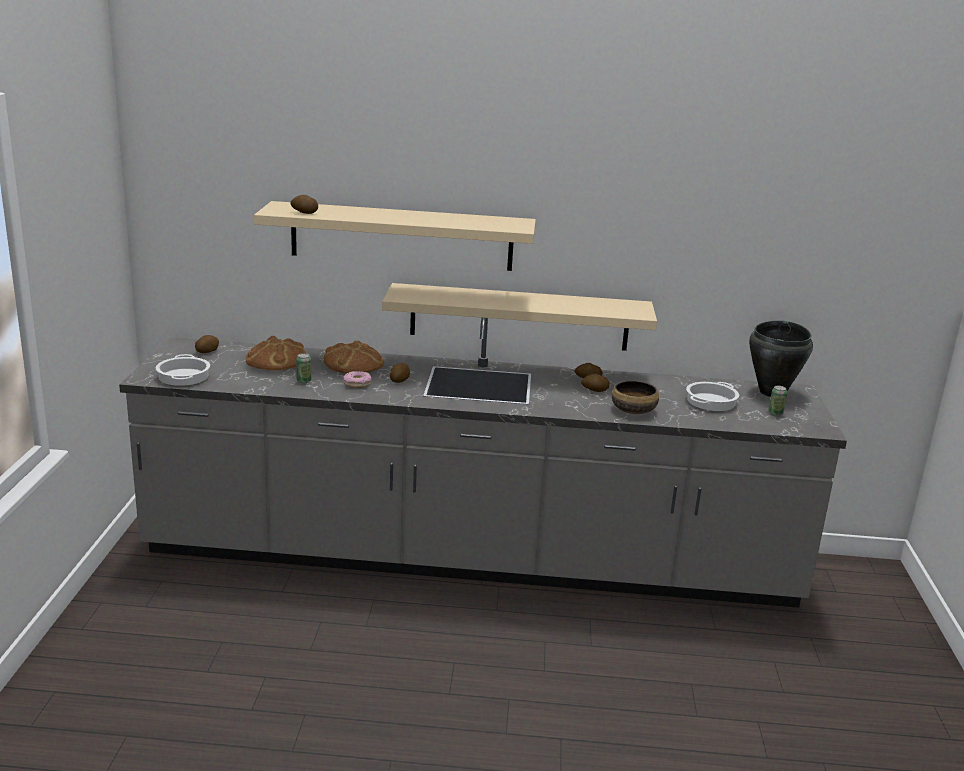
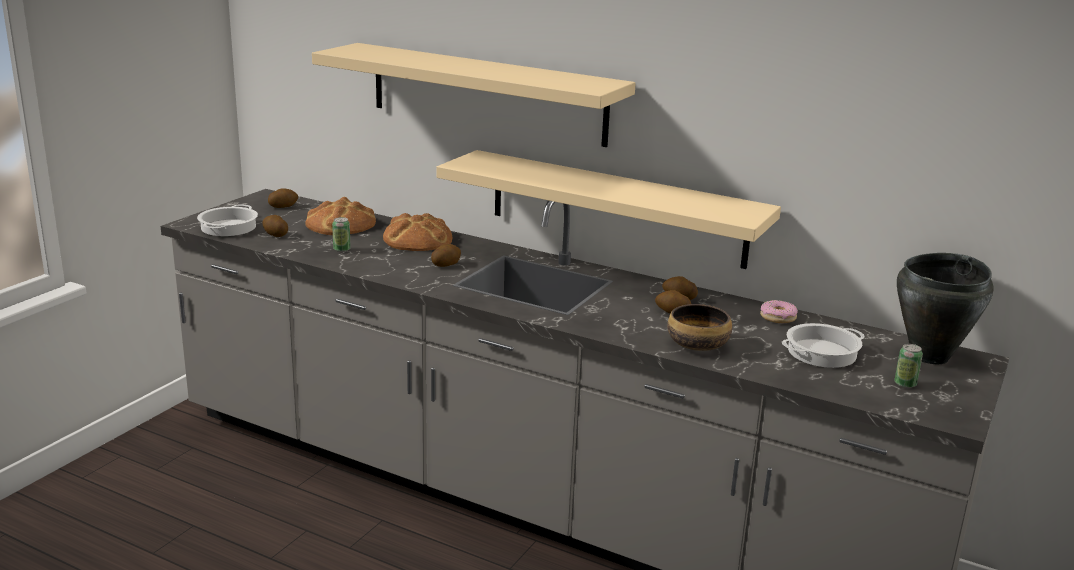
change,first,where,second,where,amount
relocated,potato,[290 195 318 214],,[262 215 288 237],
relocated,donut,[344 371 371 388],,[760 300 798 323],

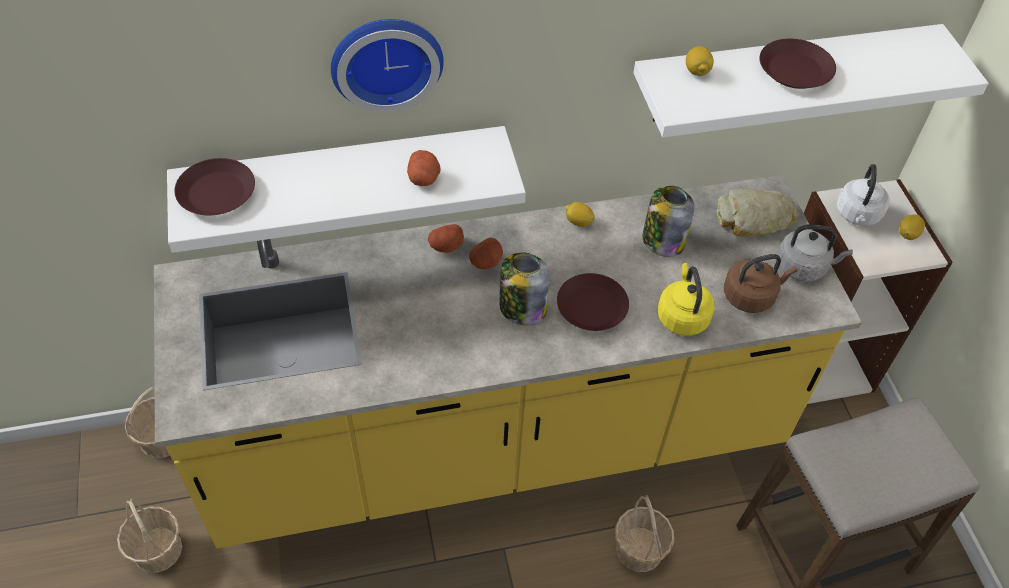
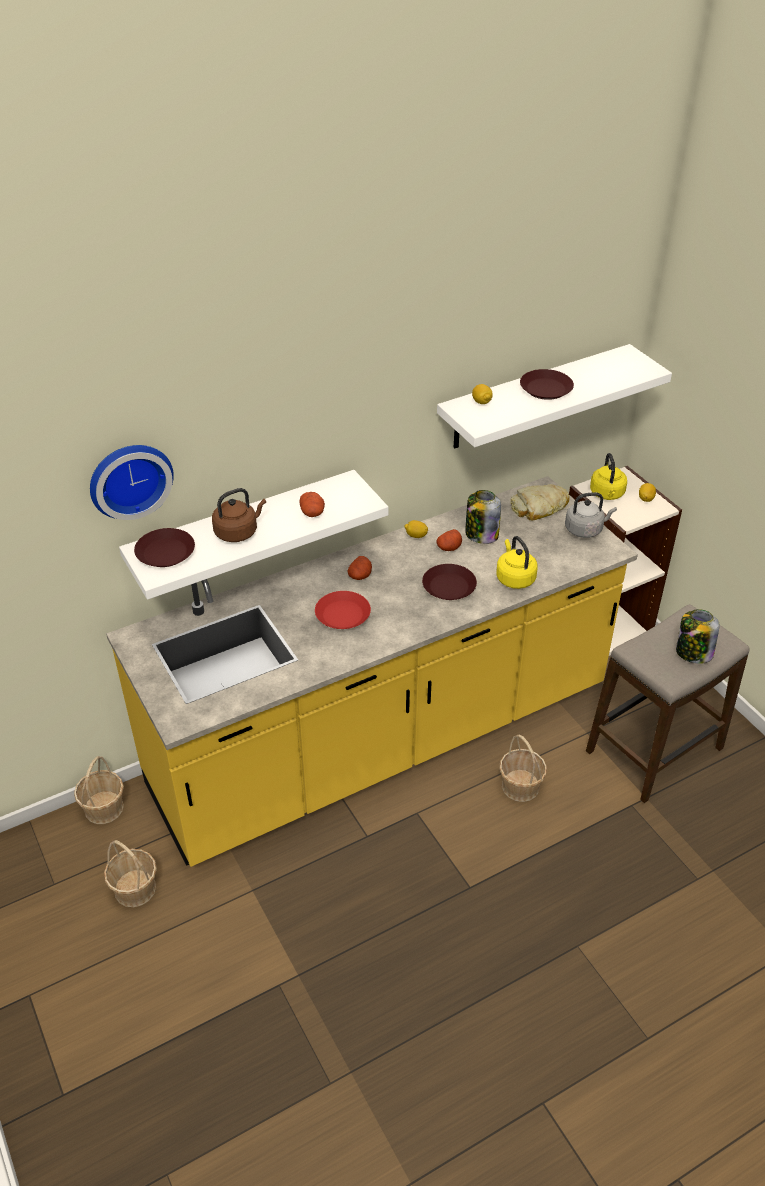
change,first,where,second,where,amount
relocated,wall clock,[331 19 444 113],,[90 445 174 520],
colour,white kettle,[837 164 890 226],yellow kettle,[590 453 627 500],
relocated,potato,[428 224 464 253],,[436 529 462 551],
relocated,jar,[500 252 549 326],,[676 609 720 664],
relocated,brown kettle,[724 254 797 313],,[212 488 266 542],
appeared,,,red plate,[315 591 371 629],

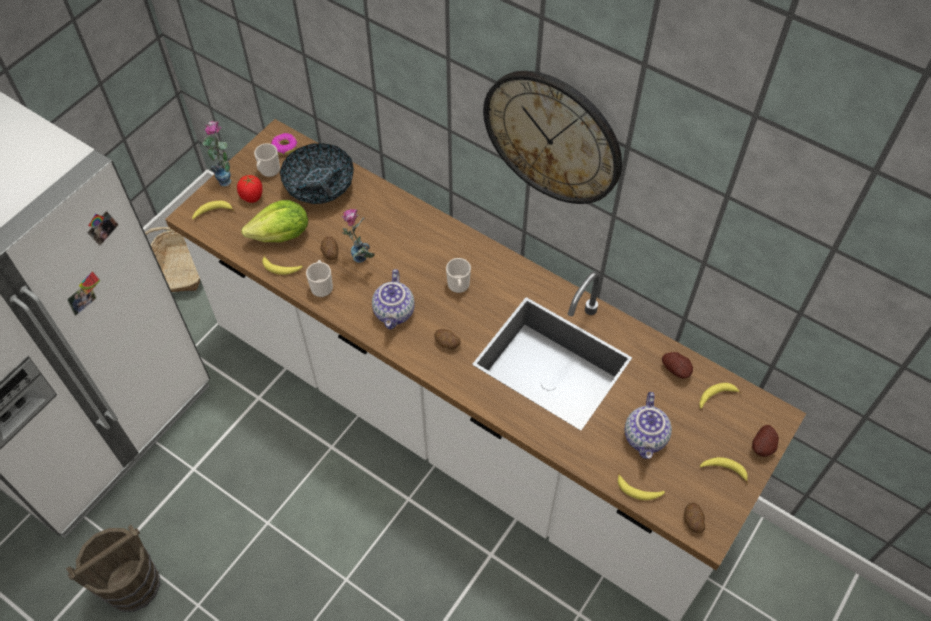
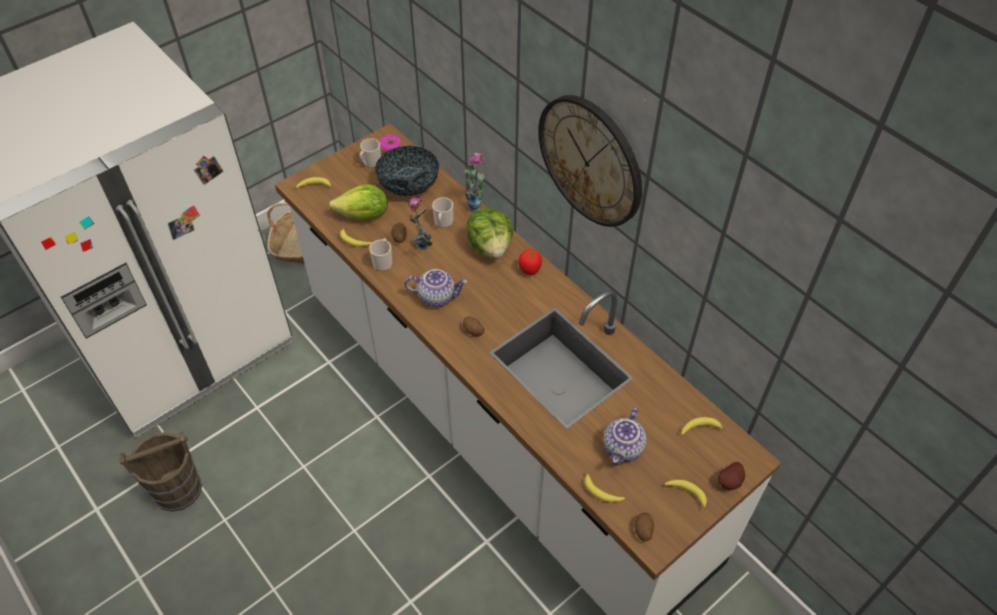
change,first,where,second,where,amount
relocated,vase,[202 121 232 186],,[465 152 485 213],
relocated,tomato,[237 175 263 203],,[518 249 542 275],
relocated,mug,[446 258 471 293],,[432 197 453 228],
spun,teapot,[372 269 415 329],,[405 269 468 307],105 degrees counterclockwise
missing,potato,[662 352 693 379],,,
appeared,,,lettuce,[466 208 513 258],

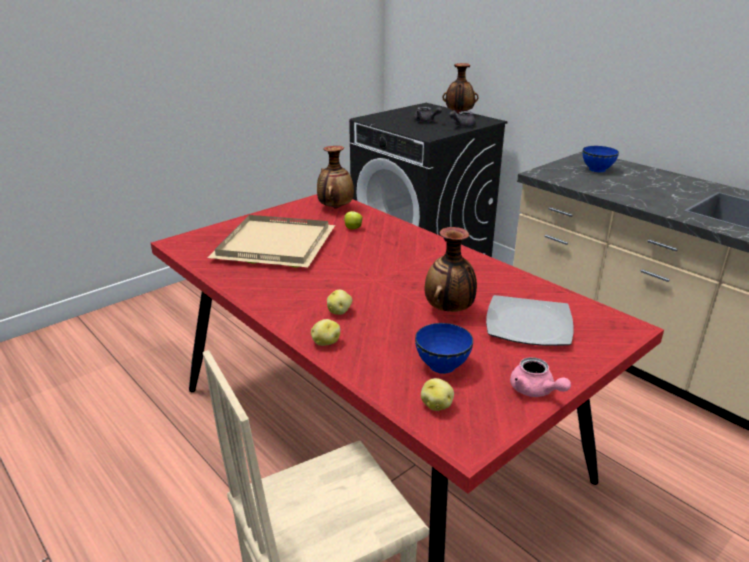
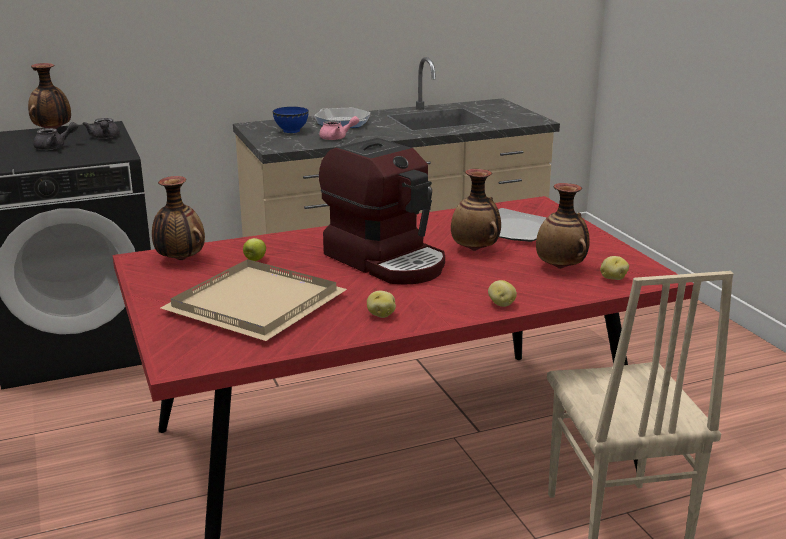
change,first,where,second,where,amount
relocated,potato,[327 290 352 315],,[367 291 396 318],
exchanged,blue bowl,[415 323 473 374],vase,[536 183 590 269],
relocated,pink teapot,[510 357 571 397],,[319 116 359 140],
appeared,,,frying pan,[314 108 371 128],
appeared,,,coffee machine,[319 138 445 285],

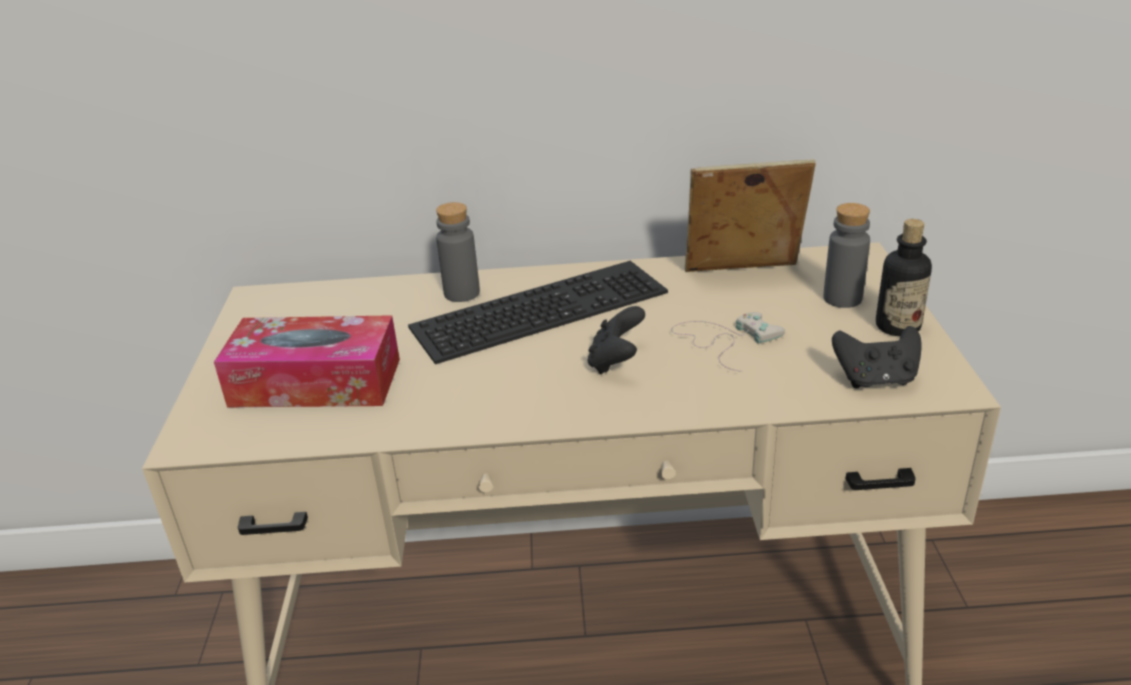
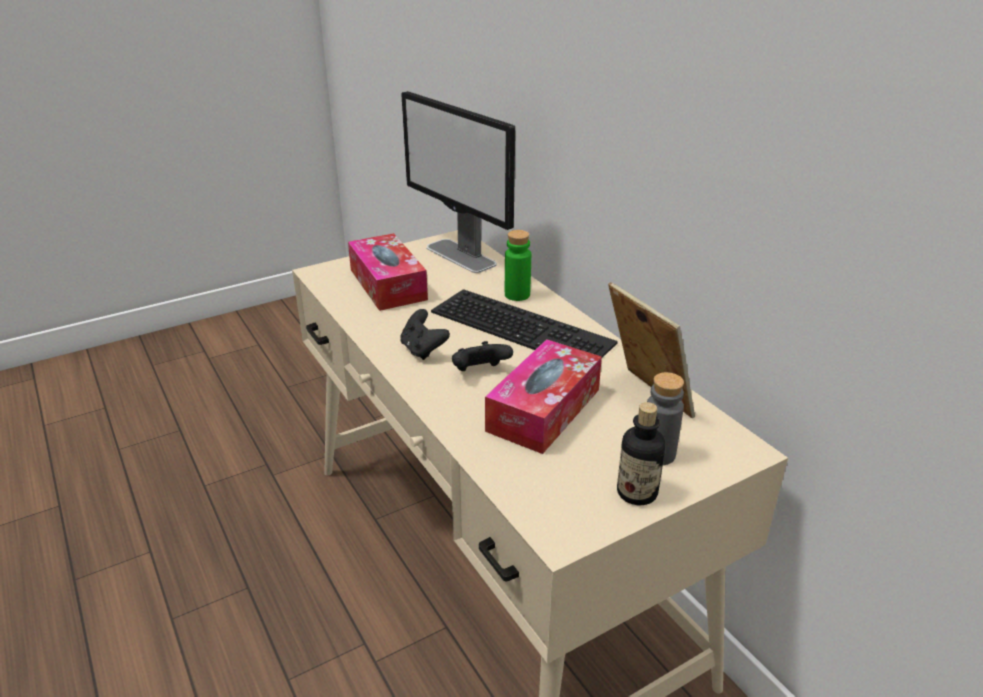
change,first,where,second,where,amount
colour,grey bottle,[436 202 480 302],green bottle,[505 230 531 301],
exchanged,white game controller,[671 312 785 372],tissue box,[485 339 602 454],
relocated,black game controller,[832 326 922 388],,[400 309 450 360],
appeared,,,monitor,[401 91 515 273],

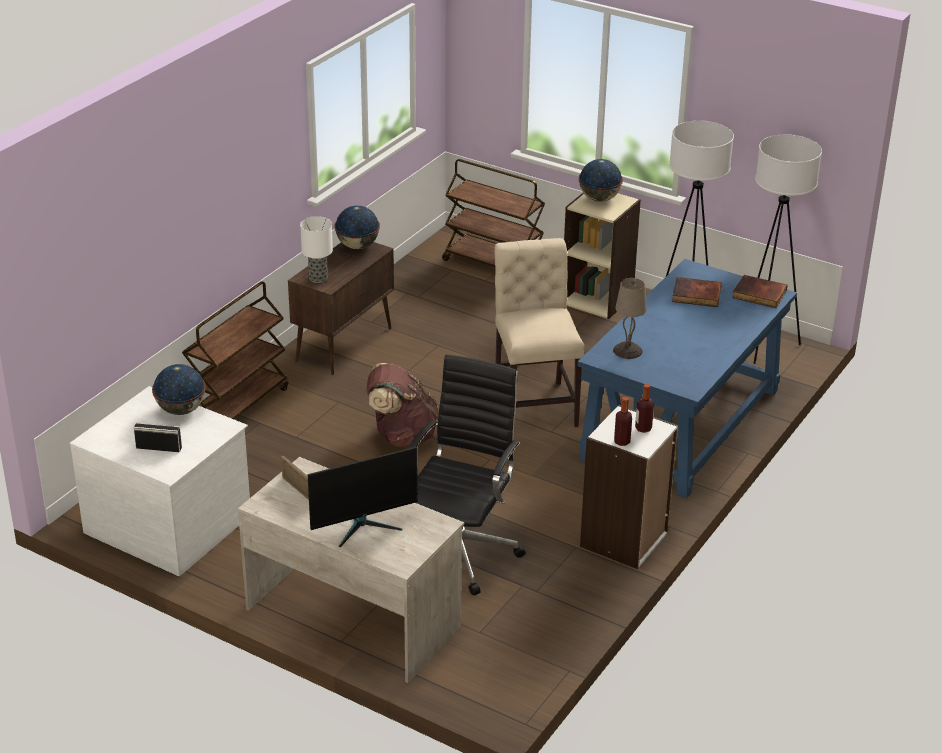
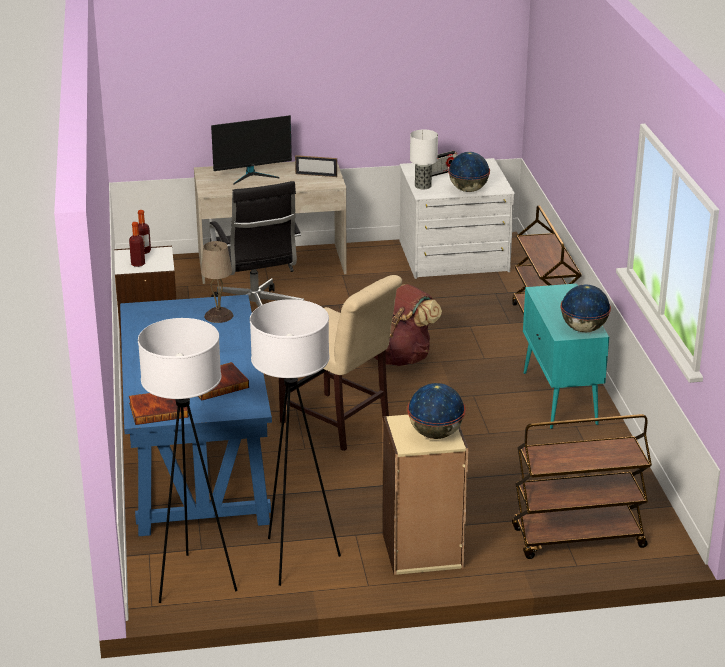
change,first,where,second,where,amount
relocated,table lamp,[300 216 333 283],,[410 130 438 189],
colour,brown cabinet,[288 242 394 375],turquoise cabinet,[523 284 609 429],
spun,monitor,[308 447 418 547],,[211 115 292 184],135 degrees counterclockwise

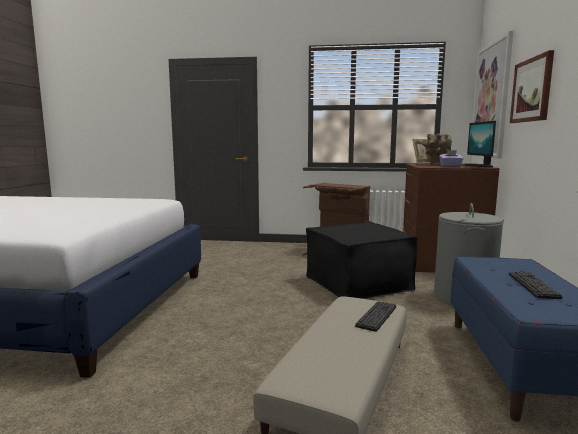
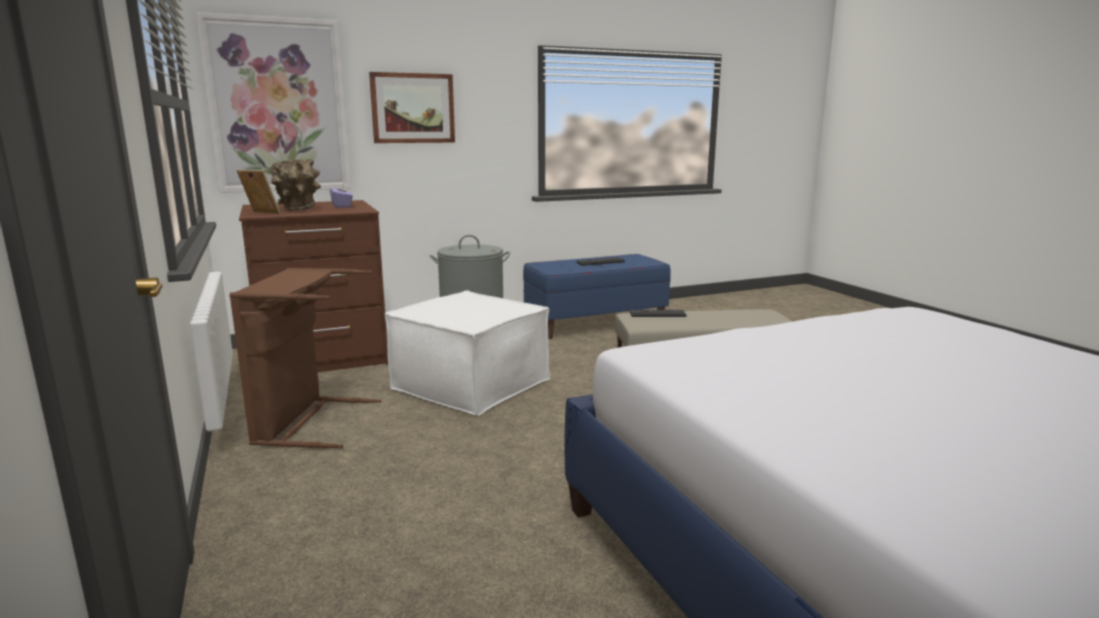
change,first,where,second,where,amount
missing,monitor,[464 121 496 167],,,
colour,black ottoman,[306 221 417 299],white ottoman,[385 290 550 416],

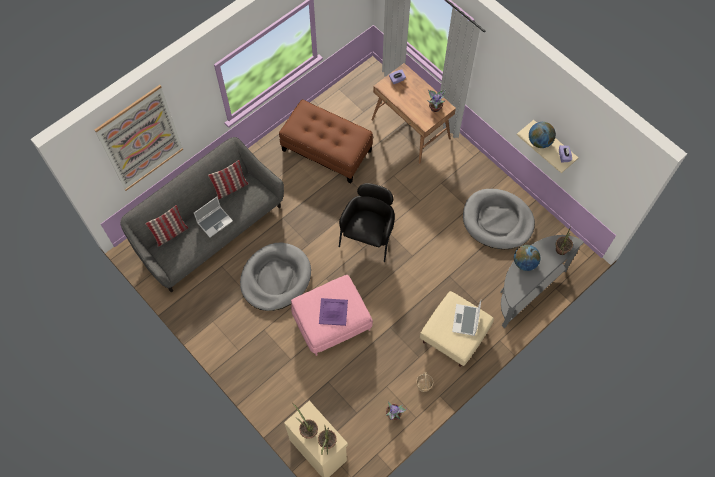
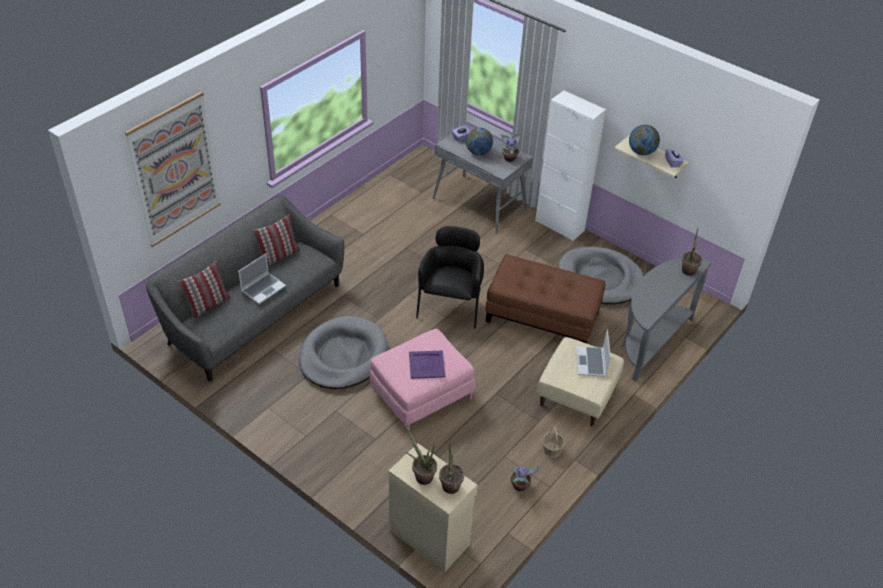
change,first,where,second,where,amount
colour,brown desk,[372 63 456 164],grey desk,[432 124 533 234],
relocated,brown ottoman,[279 99 373 183],,[485 254 606 343],
relocated,globe,[514 245 541 271],,[466 128 493 155],
appeared,,,white cabinet,[535 91 606 241],

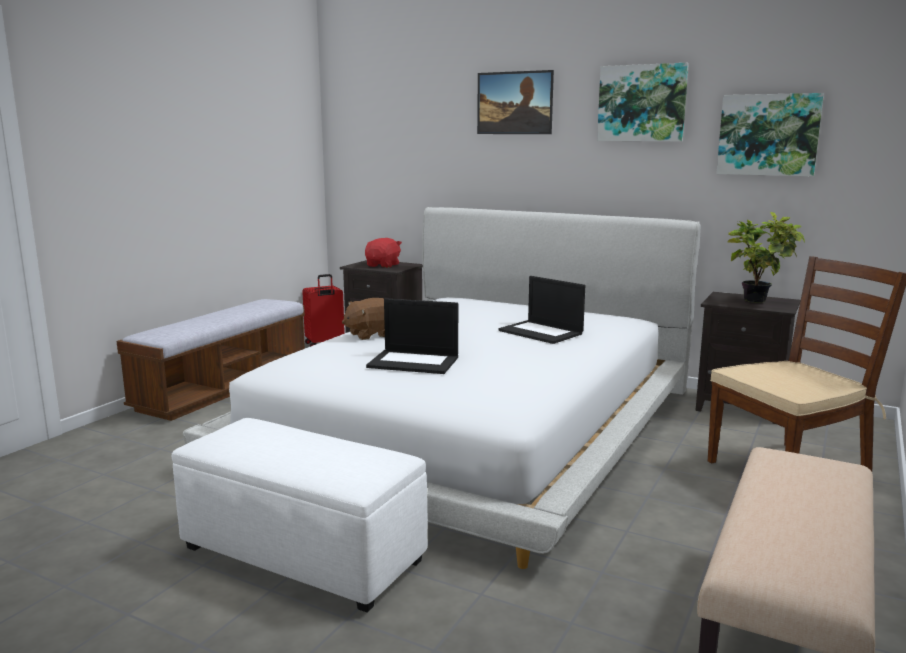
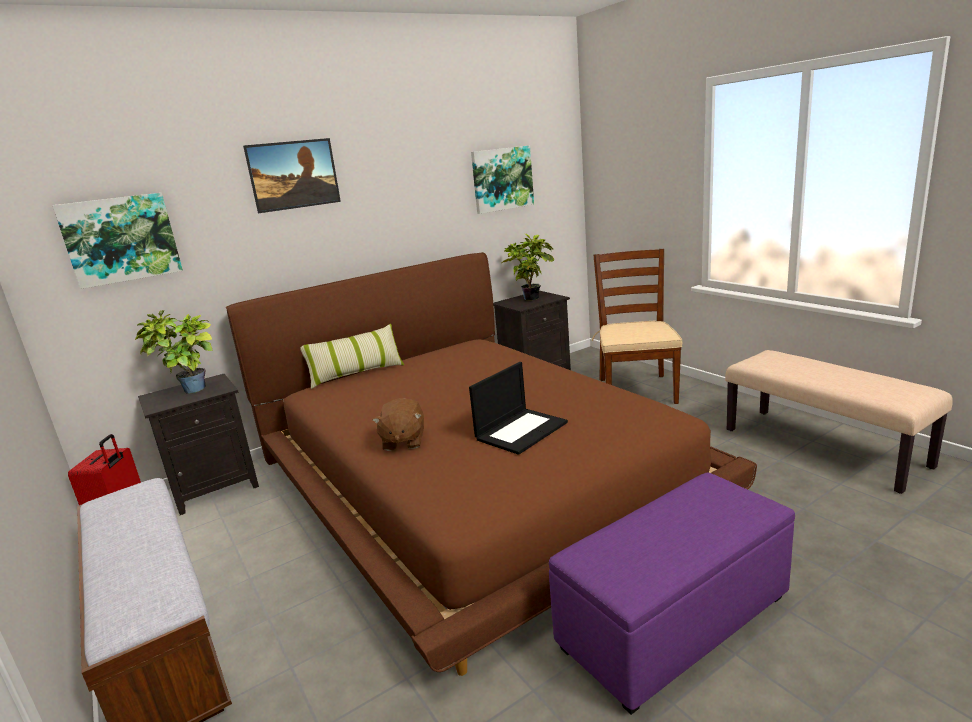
change,first,where,second,where,amount
relocated,picture,[597 63 689 141],,[53 193 183 289],
colour,white bed,[183 207 701 569],brown bed,[226 252 757 676],
exchanged,red plush toy,[365 238 402 268],potted plant,[135 310 212 394],
missing,laptop,[498 276 585 344],,,
colour,white ottoman,[172 418 427 613],purple ottoman,[549 473 795 715],
appeared,,,pillow,[300 324 404 389],

